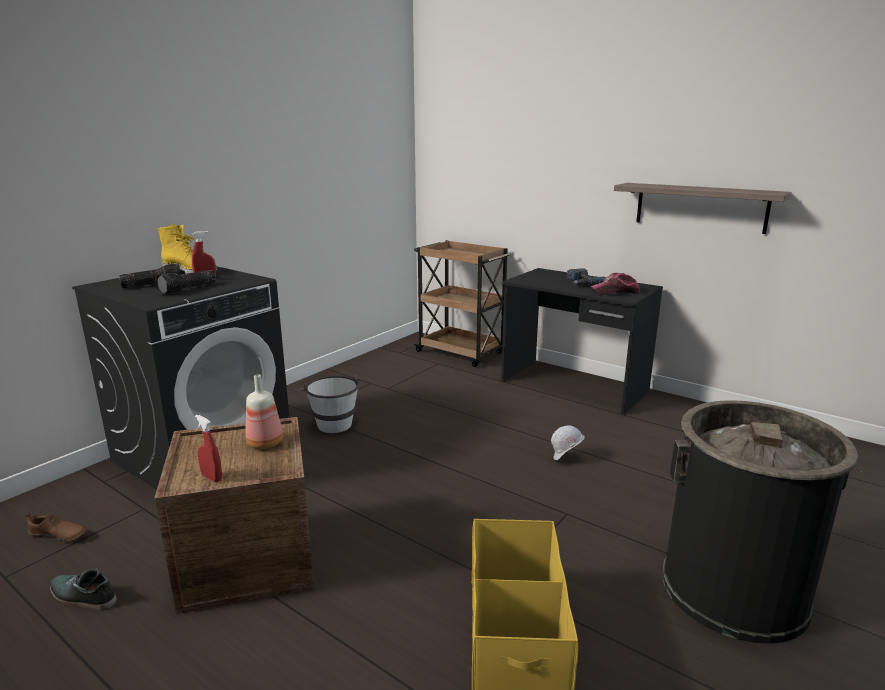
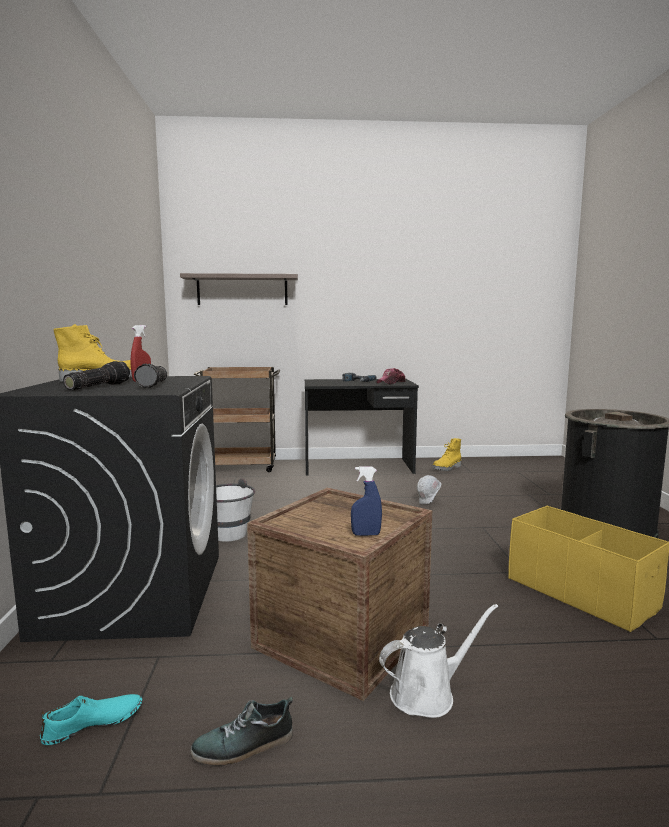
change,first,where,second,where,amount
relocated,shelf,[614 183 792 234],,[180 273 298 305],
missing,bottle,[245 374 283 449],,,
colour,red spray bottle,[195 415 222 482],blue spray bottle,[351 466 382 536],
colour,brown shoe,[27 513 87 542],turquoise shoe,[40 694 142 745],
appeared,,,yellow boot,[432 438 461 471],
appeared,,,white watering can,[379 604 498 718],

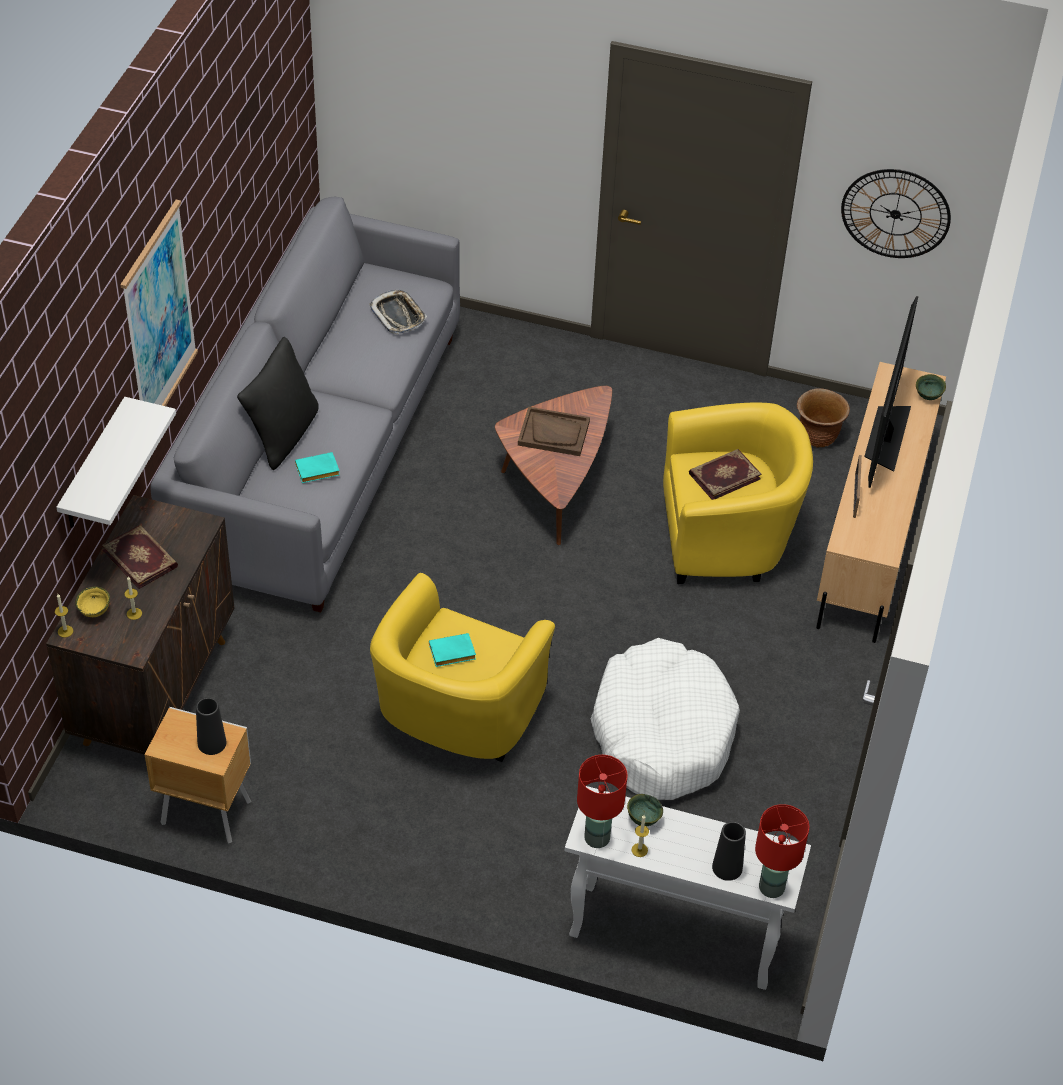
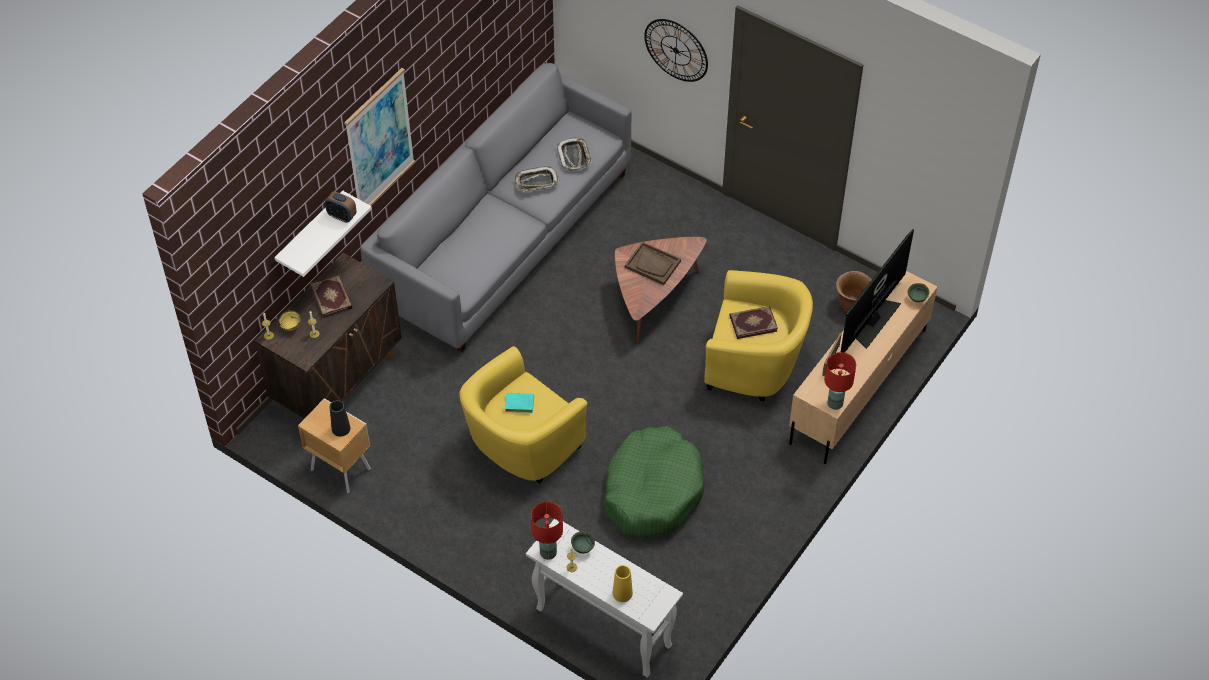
change,first,where,second,where,amount
relocated,wall clock,[841 169 951 258],,[644 19 708 82],
missing,black pillow,[237 337 319 470],,,
missing,turquoise book,[295 452 340 483],,,
colour,white dog bed,[591 638 740 800],green dog bed,[604 426 705 538],
relocated,red table lamp,[755 804 809 898],,[824 352 856 410],
colour,black vase,[712 822 746 881],yellow vase,[613 565 633 602],
appeared,,,tray,[515 166 559 192],
appeared,,,alarm clock,[325 191 357 223],

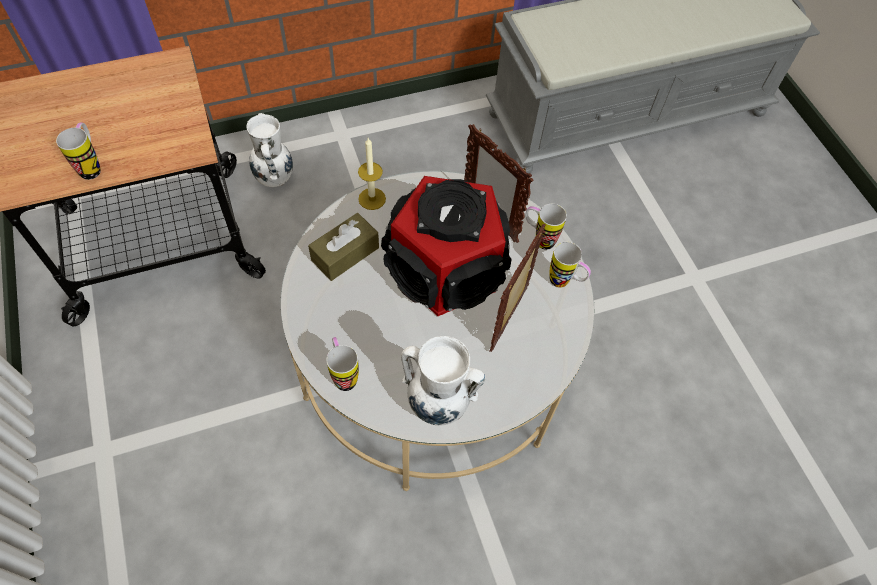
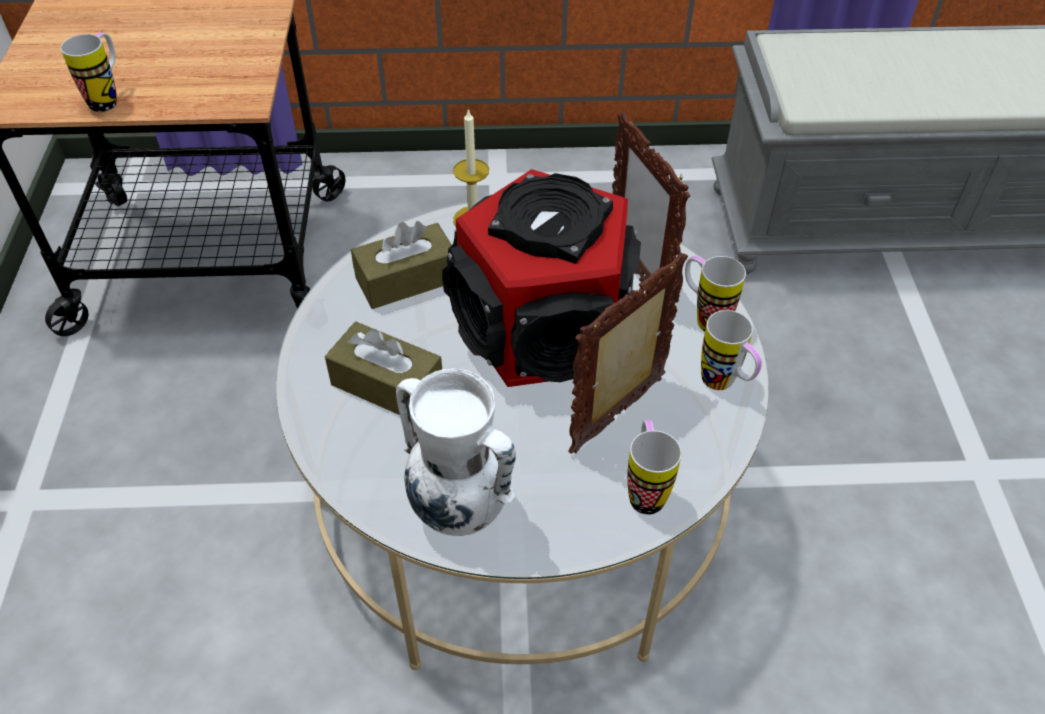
change,first,where,second,where,amount
missing,white vase,[246 113 293 187],,,
relocated,mug,[326 337 359 391],,[627 419 681 515],
appeared,,,brown tissue box,[325 322 442 415],

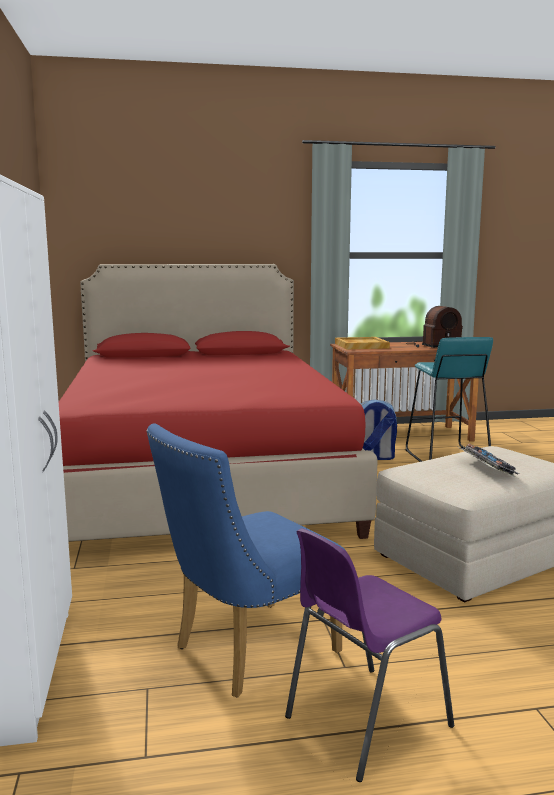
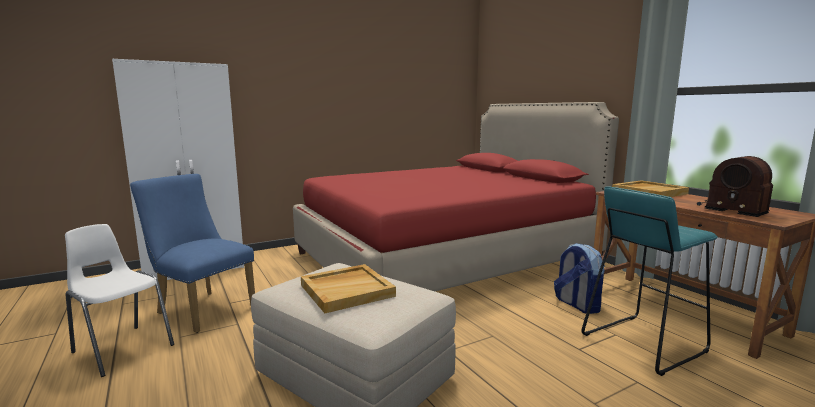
change,first,where,second,where,amount
exchanged,keyboard,[458 444 519 478],beige tray,[301 264 396 313],
colour,purple chair,[285 528 454 782],white chair,[65 224 174 377],

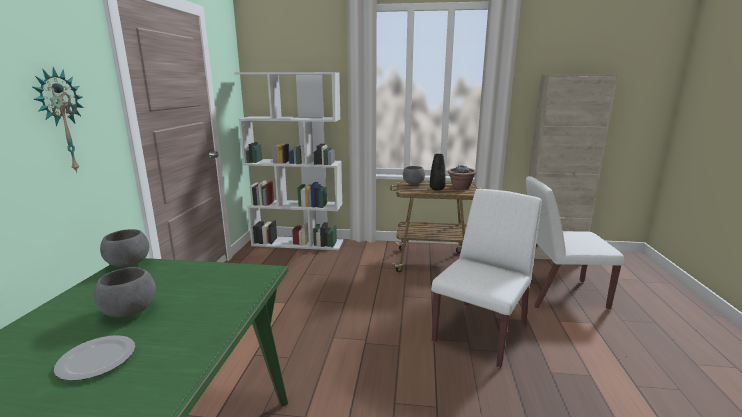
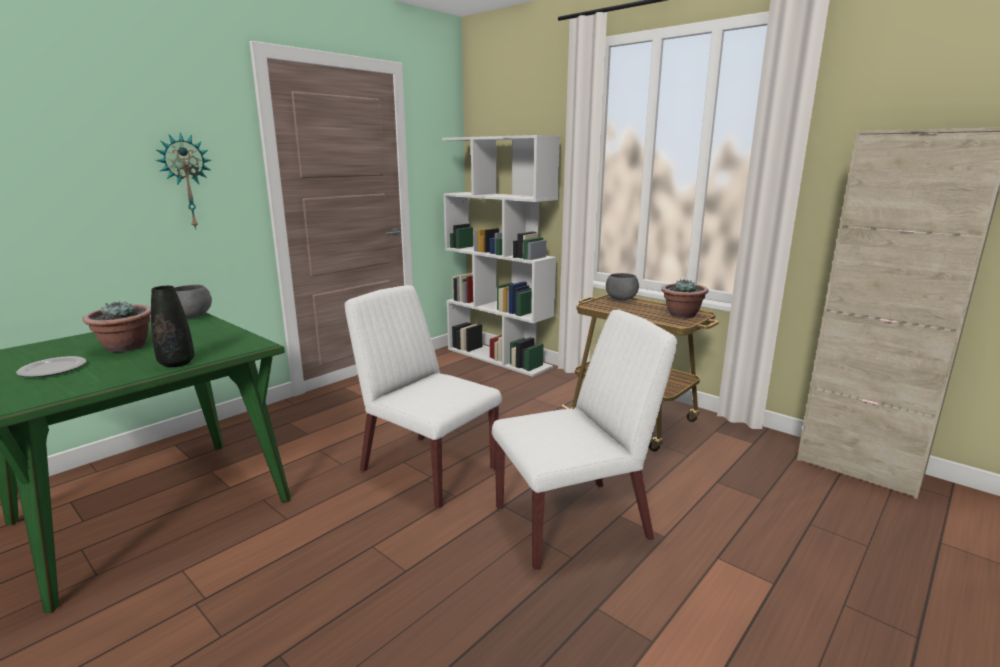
change,first,where,second,where,amount
relocated,black vase,[430 154 445 191],,[151 286 194 367],
relocated,white chair,[526 176 624 310],,[345 285 502 509],
exchanged,grey bowl,[94 267 156 318],potted plant,[82 301 151 352],

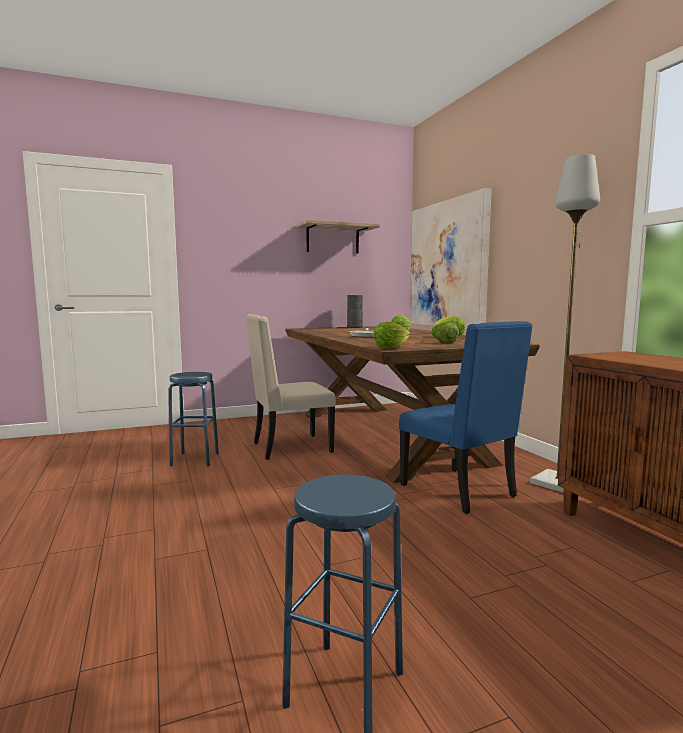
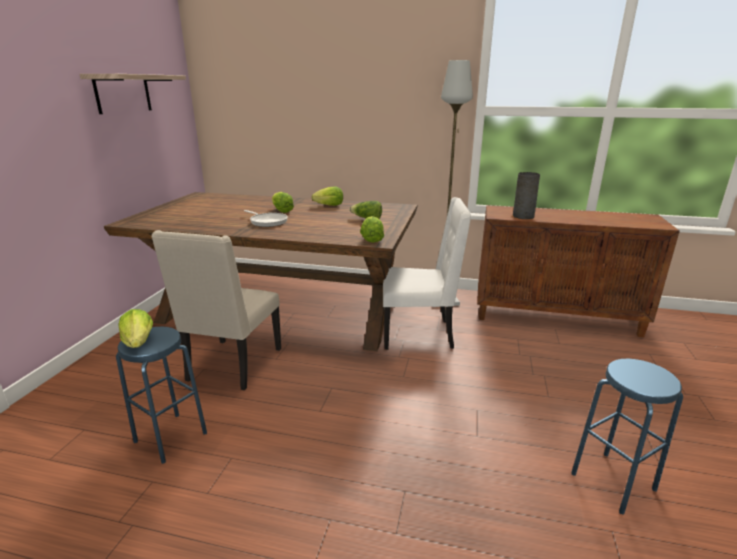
change,first,where,second,where,amount
missing,picture,[410 188 492 329],,,
relocated,grey vase,[347 295 363 328],,[513 172 540 219],
colour,blue chair,[399 321 533 514],white chair,[383 197 471 350],
appeared,,,lettuce,[118 309 153 348],

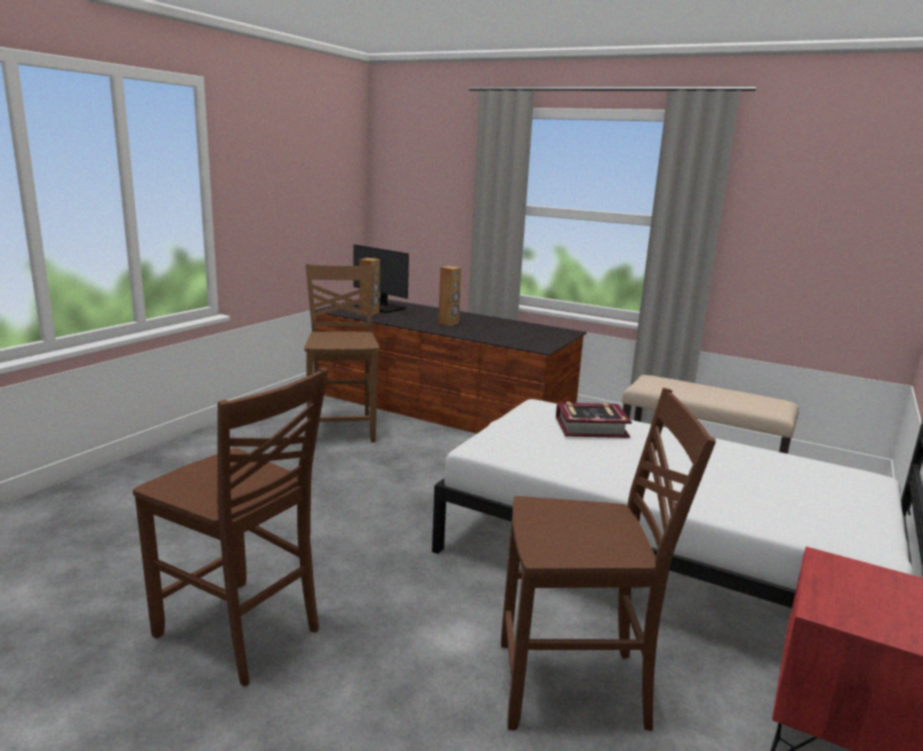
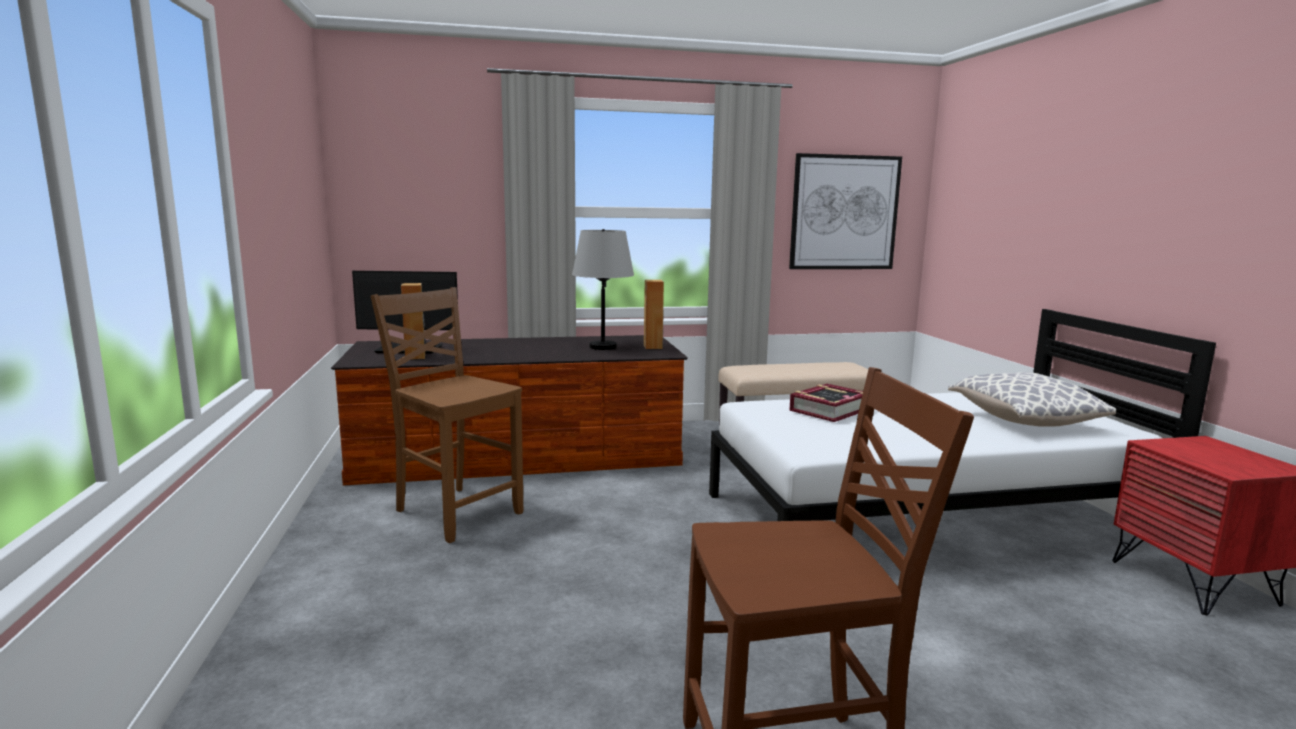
change,first,where,second,where,amount
relocated,brown speaker,[438 266 462 326],,[644 280 664 349],
missing,brown chair,[501 388 716 731],,,
appeared,,,picture,[789 153 902 269],
appeared,,,grey table lamp,[572 229 634 350],
appeared,,,pillow,[948 372 1116 427],

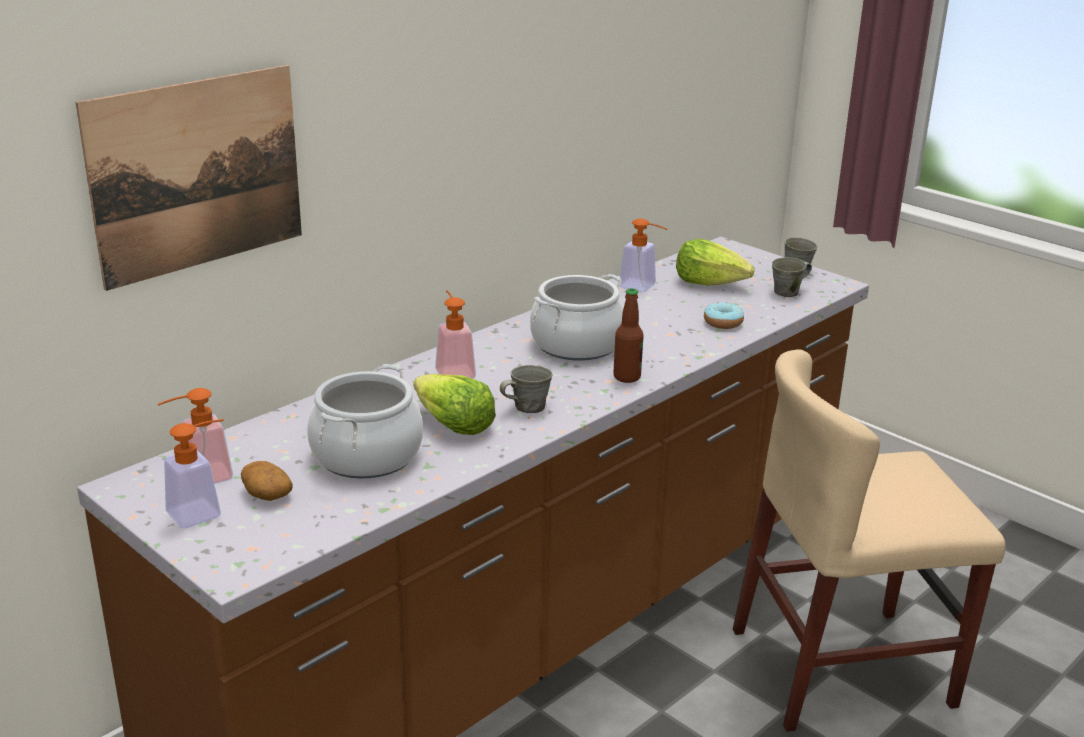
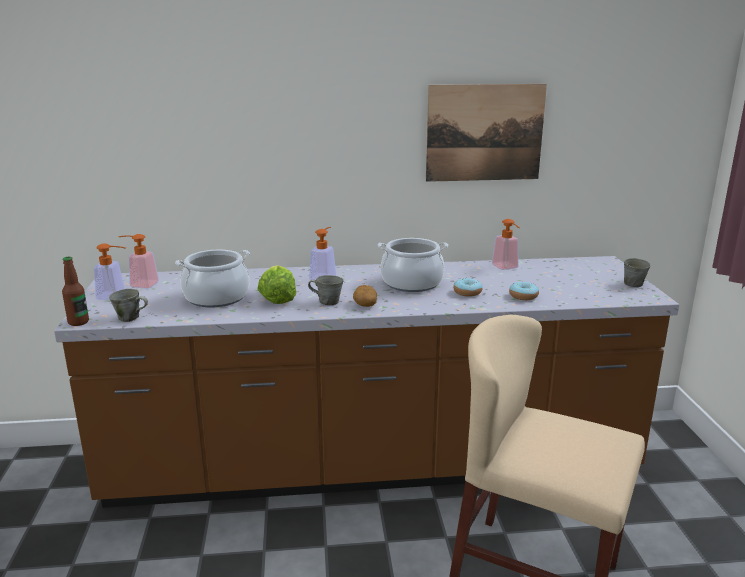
change,first,where,second,where,amount
relocated,picture,[76 65 302 291],,[426 84 547 182],
missing,lettuce,[676 238 755 286],,,
relocated,grey mug,[772 257 812 297],,[109 289 148 322],
relocated,bottle,[613 288 644 383],,[62 257 89 326],
relocated,potato,[241 461 293 501],,[353 285 377 307],
appeared,,,donut,[453 278 483 297],

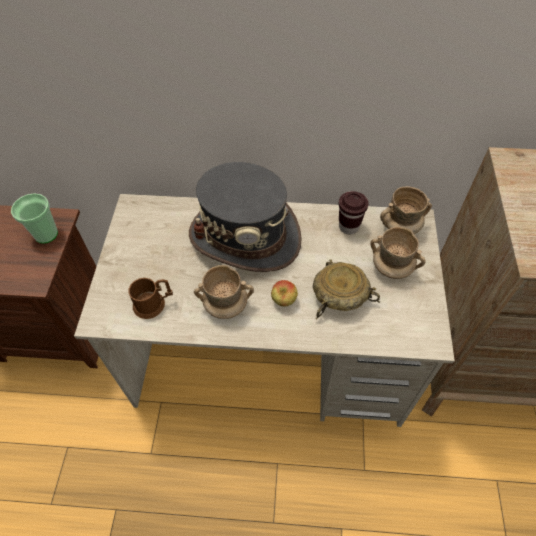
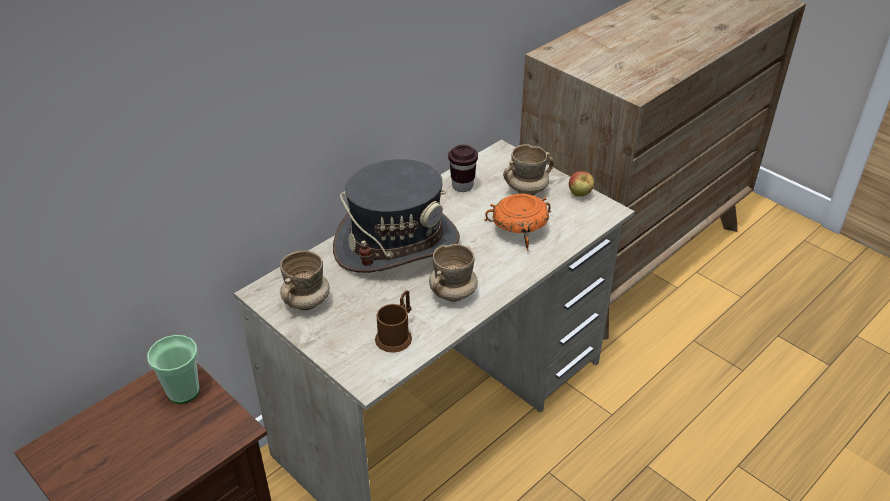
change,first,where,second,where,amount
relocated,beige mug,[380 186 432 234],,[280 251 330 310],
colour,beige bowl,[313 259 380 320],orange bowl,[484 194 551 251],
relocated,apple,[271 280 298 307],,[569 171 594 197],

